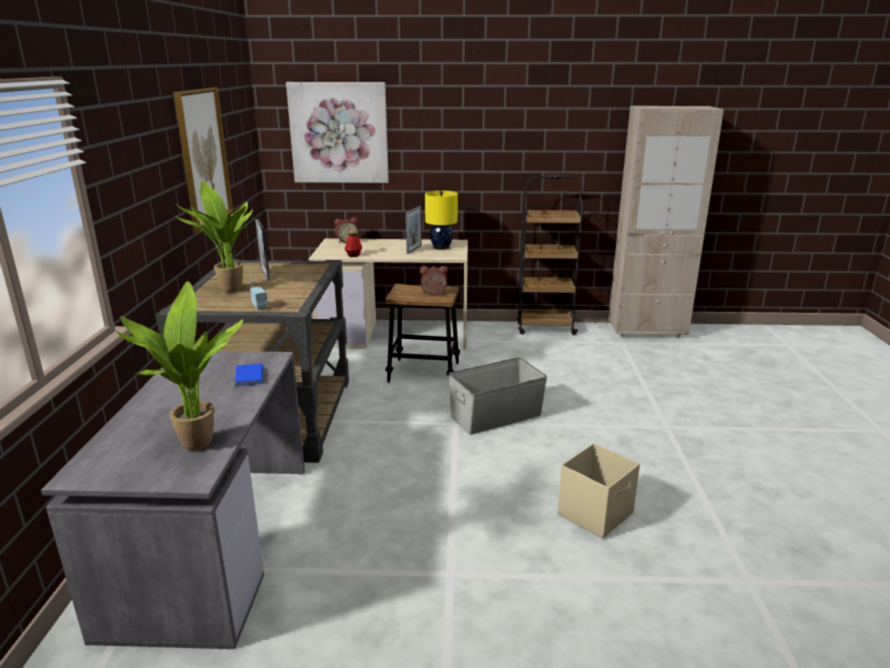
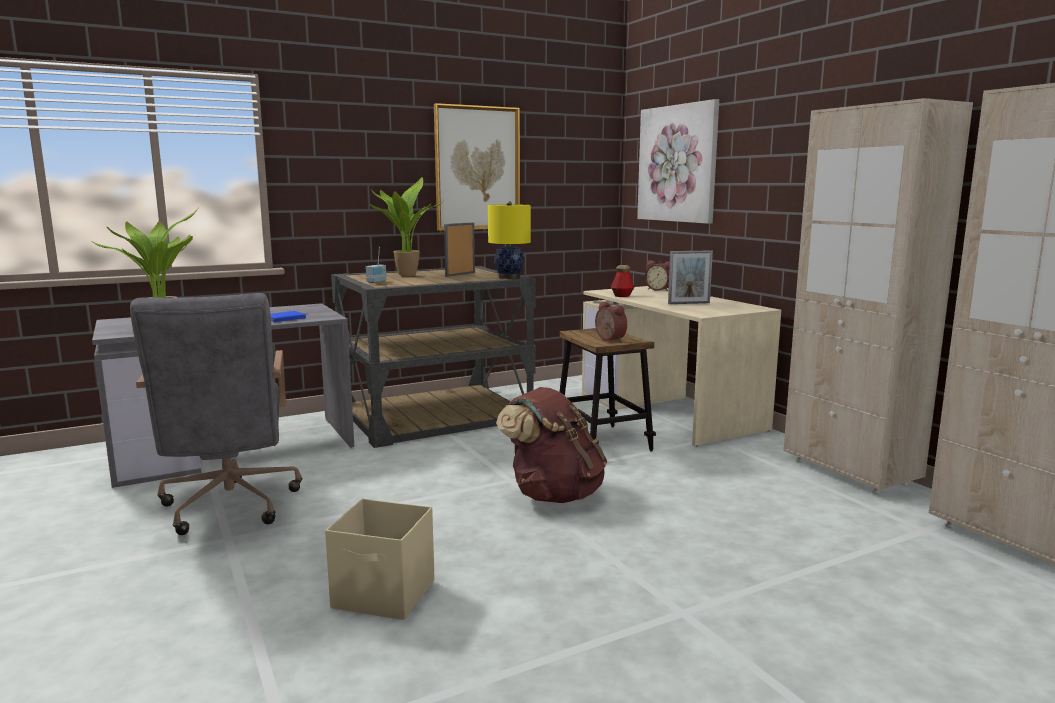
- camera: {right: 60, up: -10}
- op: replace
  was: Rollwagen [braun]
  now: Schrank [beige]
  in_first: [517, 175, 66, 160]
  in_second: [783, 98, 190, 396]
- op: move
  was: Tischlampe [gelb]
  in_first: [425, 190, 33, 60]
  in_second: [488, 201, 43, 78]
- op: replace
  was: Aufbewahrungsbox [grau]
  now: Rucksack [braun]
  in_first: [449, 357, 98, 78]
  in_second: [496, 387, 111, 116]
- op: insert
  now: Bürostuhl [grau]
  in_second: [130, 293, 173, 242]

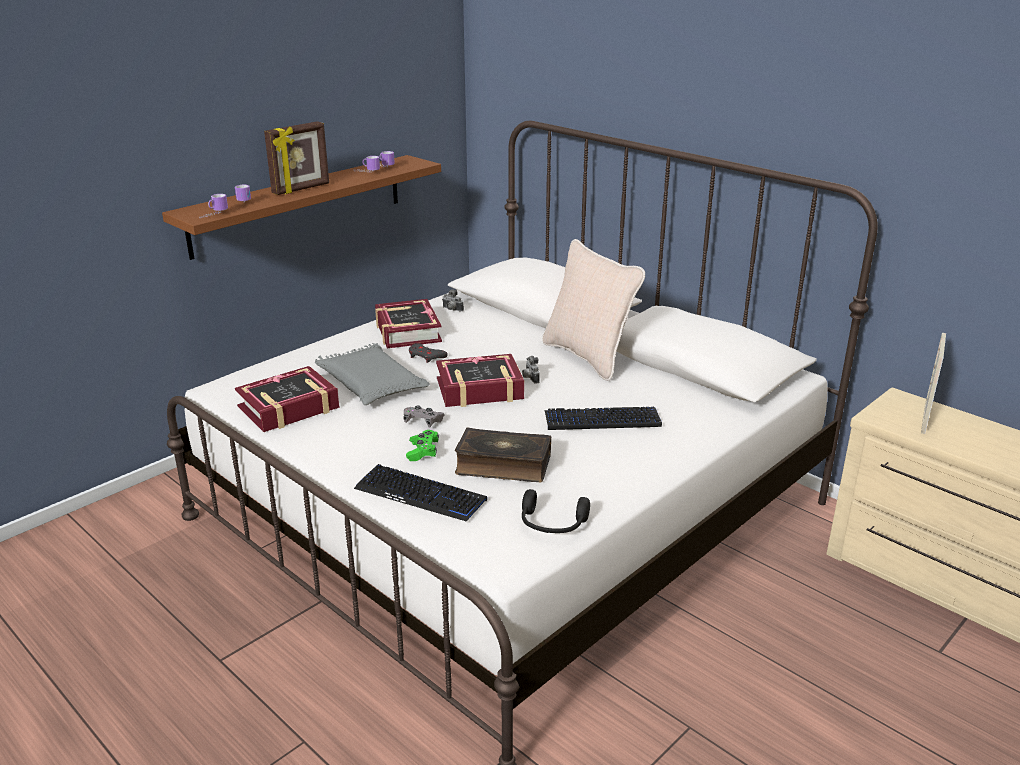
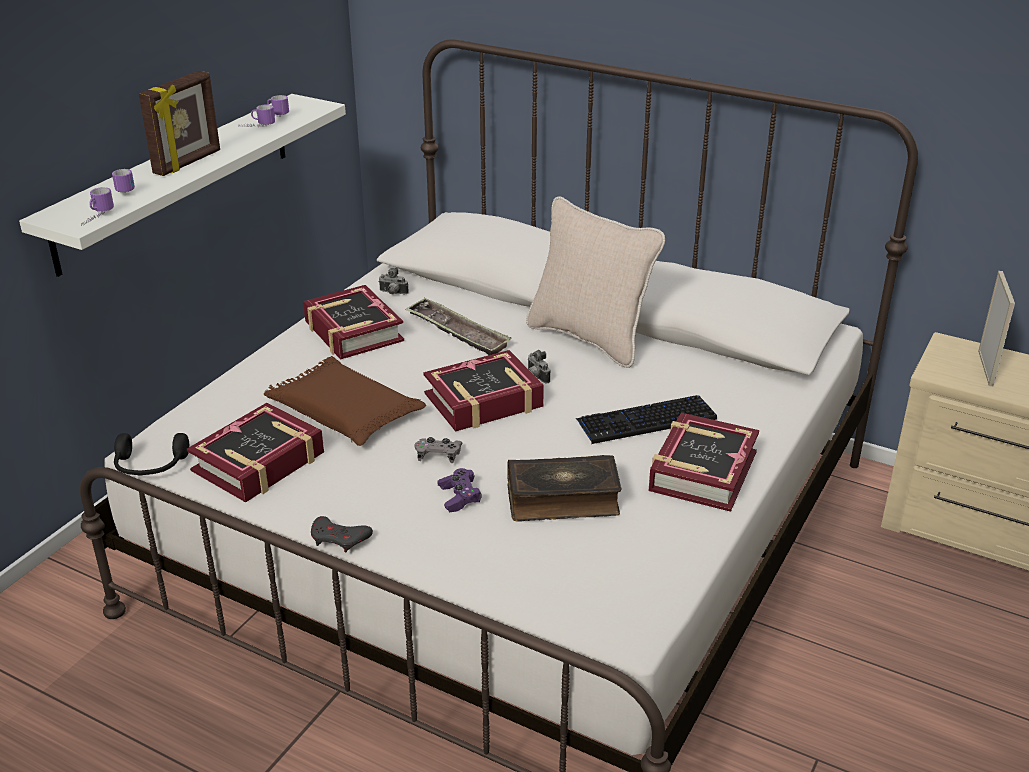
- camera: {right: -15, up: 5}
- op: recolor
  was: Wandregal [braun]
  now: Wandregal [weiß]
  in_first: [162, 155, 279, 105]
  in_second: [19, 94, 327, 183]
- op: recolor
  was: Kissen [grau]
  now: Kissen [braun]
  in_first: [315, 343, 115, 62]
  in_second: [264, 356, 162, 90]
- op: move
  was: Gamepad [grau]
  in_first: [409, 343, 39, 20]
  in_second: [311, 516, 62, 36]
- op: recolor
  was: Gamepad [grün]
  now: Gamepad [lila]
  in_first: [406, 430, 33, 31]
  in_second: [437, 468, 45, 44]
- op: delete
  was: Tastatur
  in_first: [354, 464, 133, 58]
- op: move
  was: Kopfhörer [schwarz]
  in_first: [522, 489, 68, 44]
  in_second: [114, 433, 75, 43]
- op: insert
  now: Tablett
  in_second: [405, 298, 107, 57]
- op: insert
  now: Buch
  in_second: [649, 413, 110, 99]

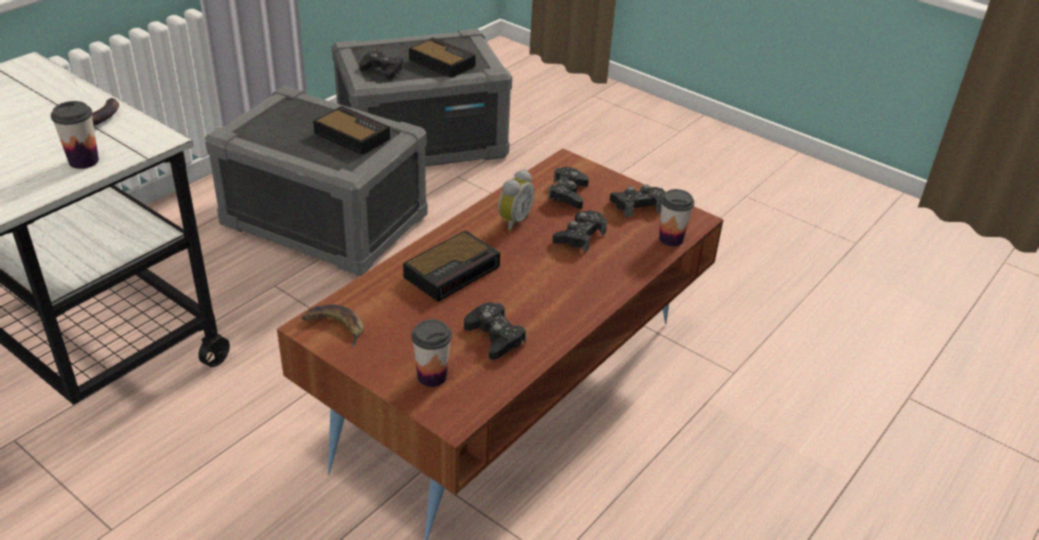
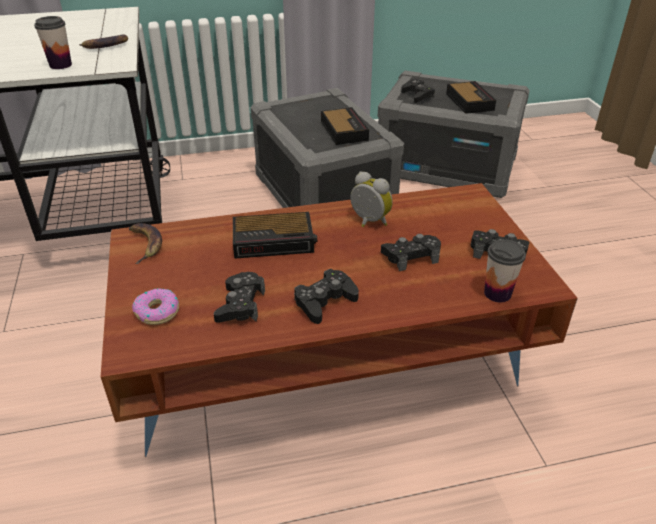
- camera: {right: 40, up: 0}
- op: move
  was: Gamepad [schwarz]
  in_first: [548, 167, 41, 42]
  in_second: [294, 269, 65, 55]
- op: rotate
  was: Wecker
  in_first: [498, 169, 37, 62]
  in_second: [350, 171, 43, 56]
  clockwise: -120
- op: replace
  was: Tasse
  now: Donut
  in_first: [411, 319, 41, 68]
  in_second: [132, 288, 47, 37]

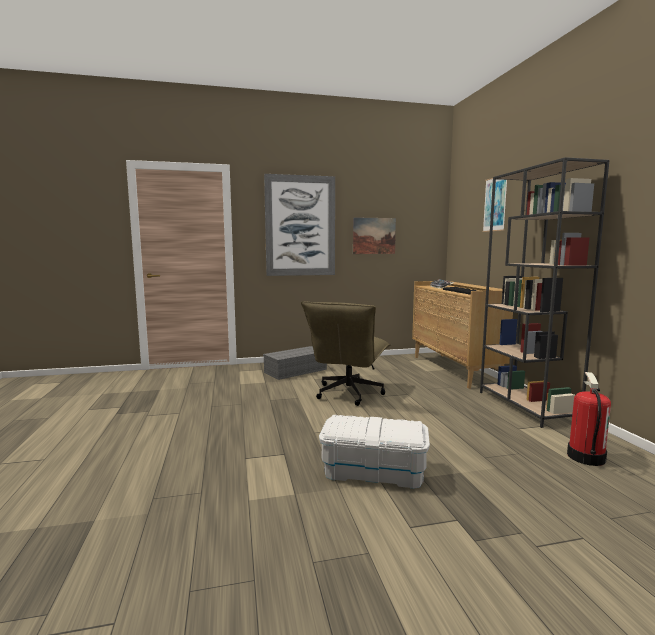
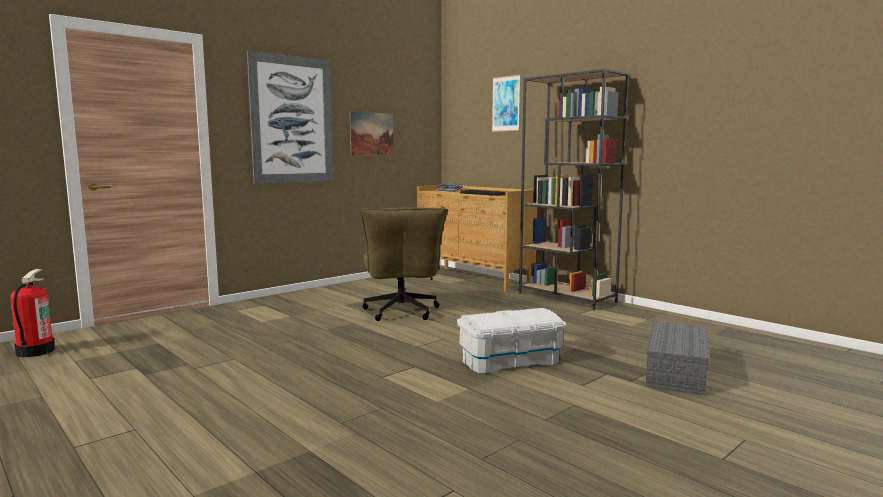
- camera: {right: -30, up: 0}
- op: move
  was: Aufbewahrungsbox [grau]
  in_first: [263, 346, 64, 34]
  in_second: [646, 321, 63, 74]
- op: move
  was: Feuerlöscher
  in_first: [567, 372, 44, 94]
  in_second: [10, 269, 45, 88]

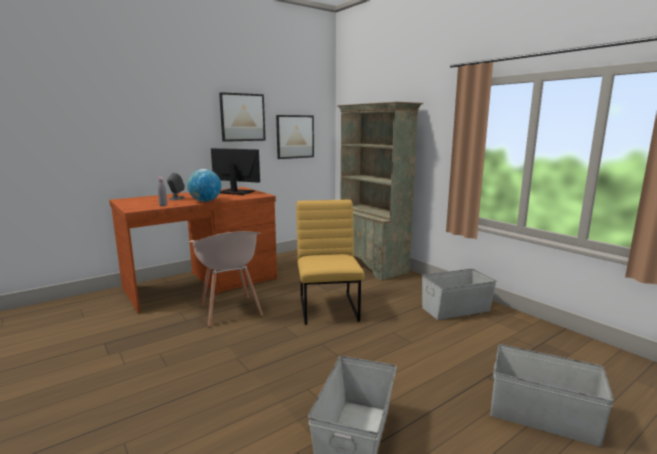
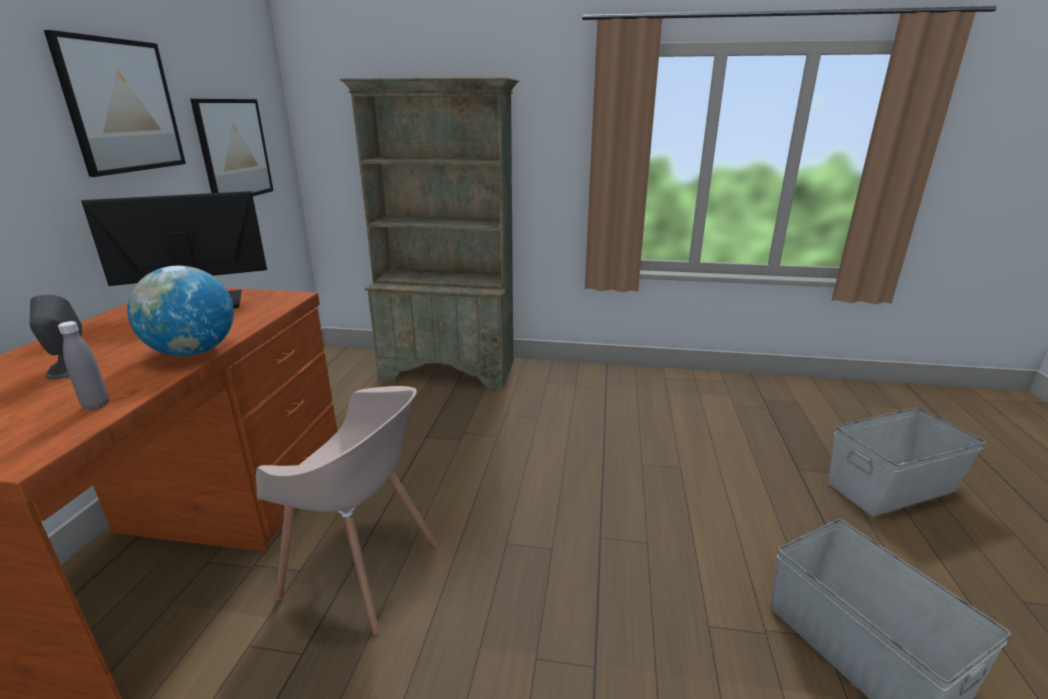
- camera: {right: -45, up: 10}
- op: delete
  was: Stuhl [gelb]
  in_first: [296, 200, 68, 125]
- op: delete
  was: Aufbewahrungsbox [grau]
  in_first: [422, 269, 74, 51]

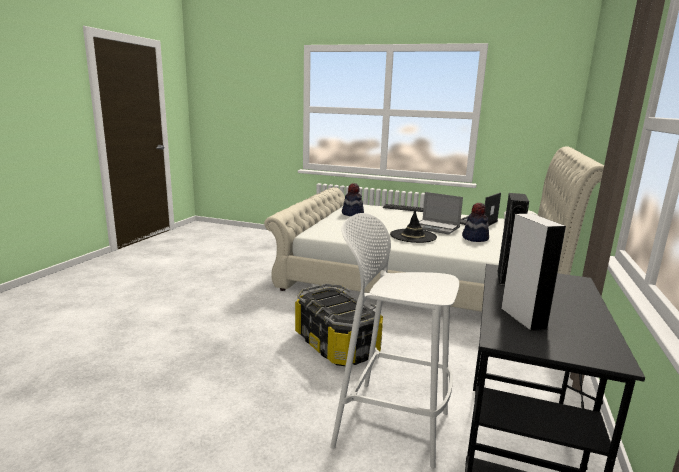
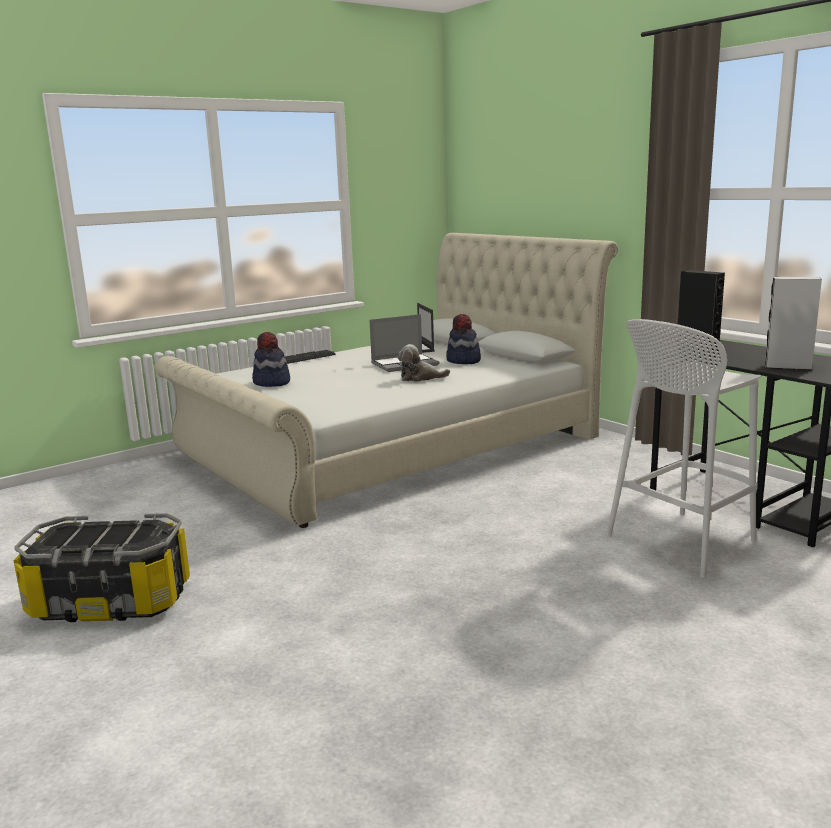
- camera: {right: -55, up: 0}
- op: replace
  was: Hut [schwarz]
  now: Plüschtier
  in_first: [390, 210, 47, 33]
  in_second: [397, 344, 53, 38]
- op: move
  was: Aufbewahrungsbox
  in_first: [295, 284, 88, 82]
  in_second: [13, 513, 177, 109]

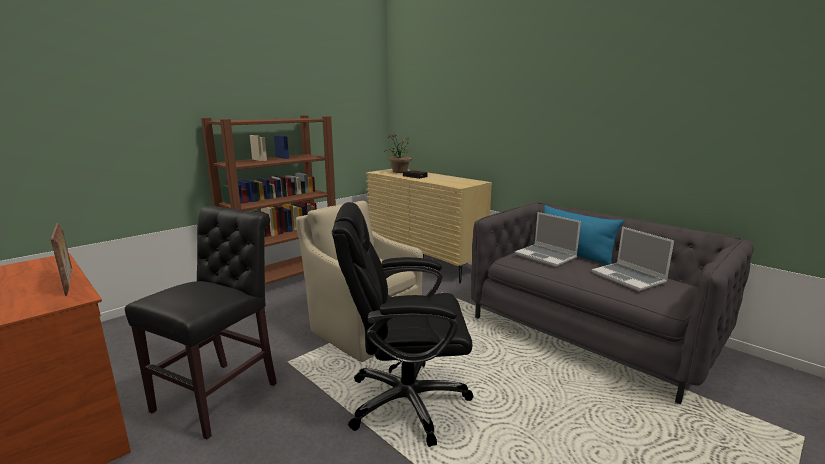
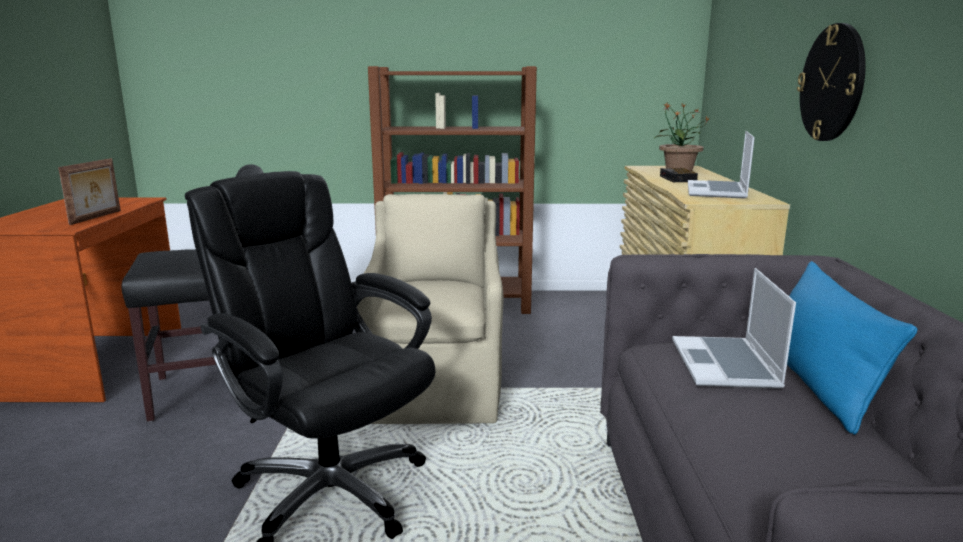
- camera: {right: 45, up: 0}
- op: move
  was: Laptop
  in_first: [592, 227, 82, 64]
  in_second: [688, 131, 67, 68]
- op: insert
  now: Wanduhr
  in_second: [797, 23, 69, 118]

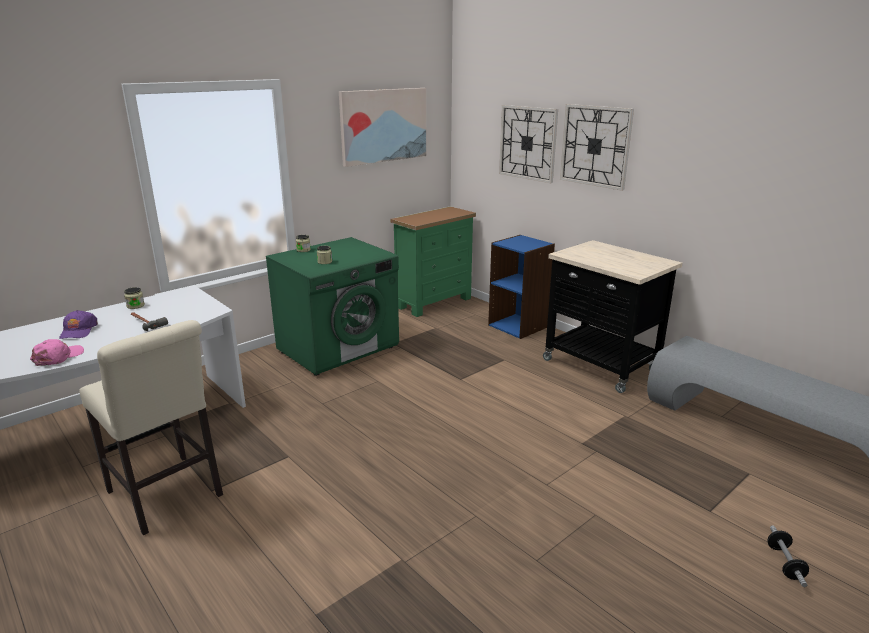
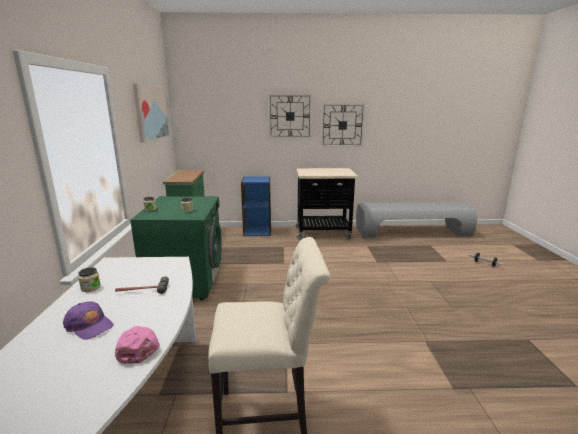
- camera: {right: -50, up: -5}
- op: move
  was: Wanduhr
  in_first: [499, 105, 59, 78]
  in_second: [321, 103, 44, 44]

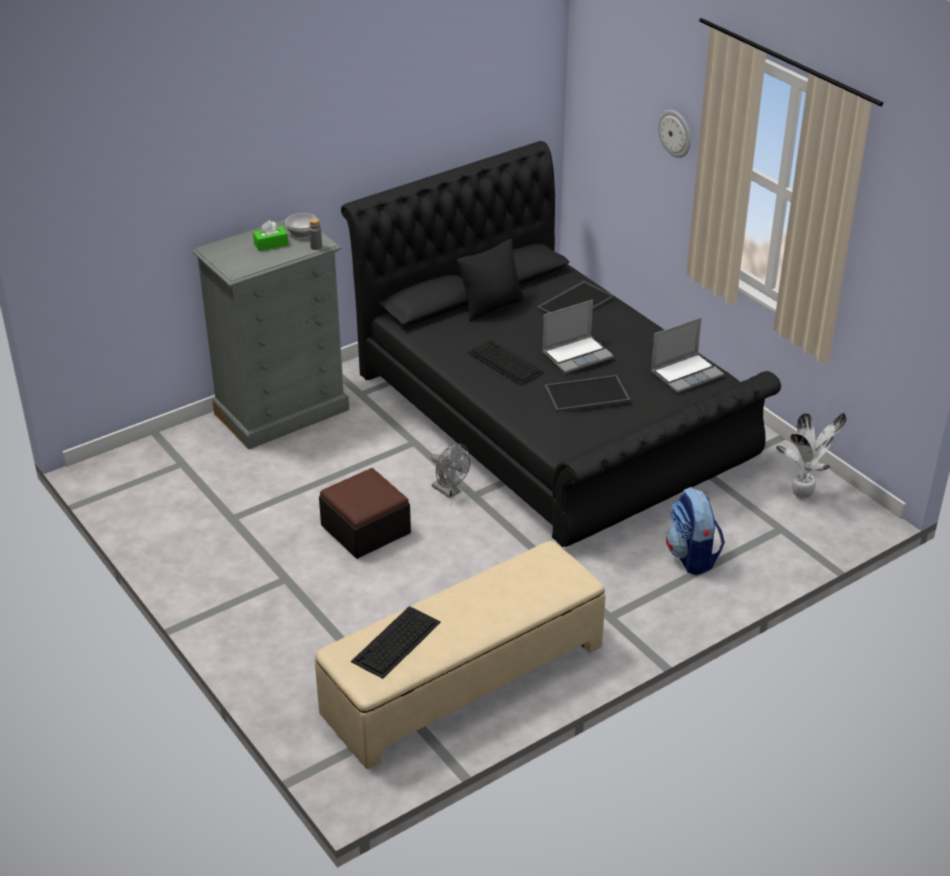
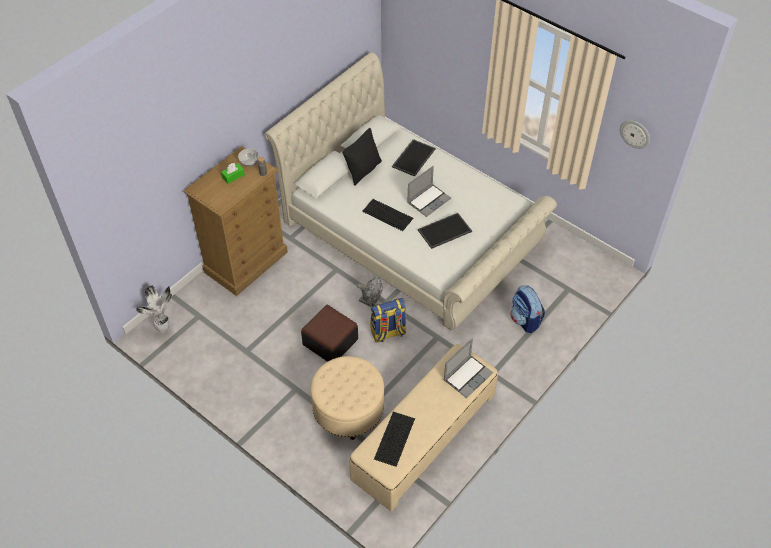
- camera: {right: -15, up: 15}
- op: move
  was: Wanduhr
  in_first: [658, 110, 33, 48]
  in_second: [620, 120, 30, 29]
- op: recolor
  was: Bett [schwarz]
  now: Bett [beige]
  in_first: [341, 141, 440, 406]
  in_second: [265, 52, 292, 279]
- op: recolor
  was: Kommode [grau]
  now: Kommode [braun]
  in_first: [192, 219, 157, 230]
  in_second: [184, 147, 104, 149]
- op: move
  was: Laptop
  in_first: [651, 317, 73, 76]
  in_second: [444, 338, 49, 60]
- op: move
  was: Topfpflanze
  in_first: [776, 413, 70, 87]
  in_second: [136, 285, 36, 48]
- op: insert
  now: Rucksack
  in_second: [370, 298, 36, 45]
- op: insert
  now: Polsterhocker [beige]
  in_second: [310, 356, 74, 84]

